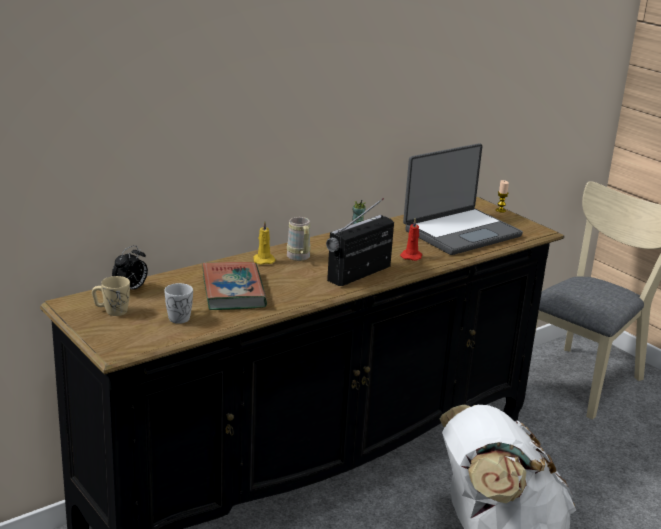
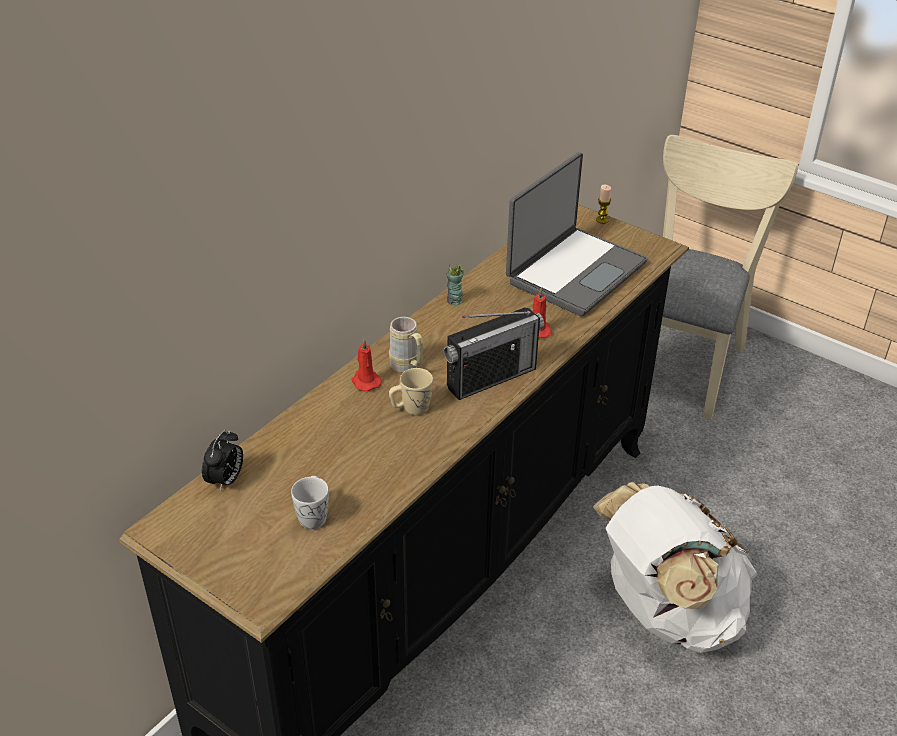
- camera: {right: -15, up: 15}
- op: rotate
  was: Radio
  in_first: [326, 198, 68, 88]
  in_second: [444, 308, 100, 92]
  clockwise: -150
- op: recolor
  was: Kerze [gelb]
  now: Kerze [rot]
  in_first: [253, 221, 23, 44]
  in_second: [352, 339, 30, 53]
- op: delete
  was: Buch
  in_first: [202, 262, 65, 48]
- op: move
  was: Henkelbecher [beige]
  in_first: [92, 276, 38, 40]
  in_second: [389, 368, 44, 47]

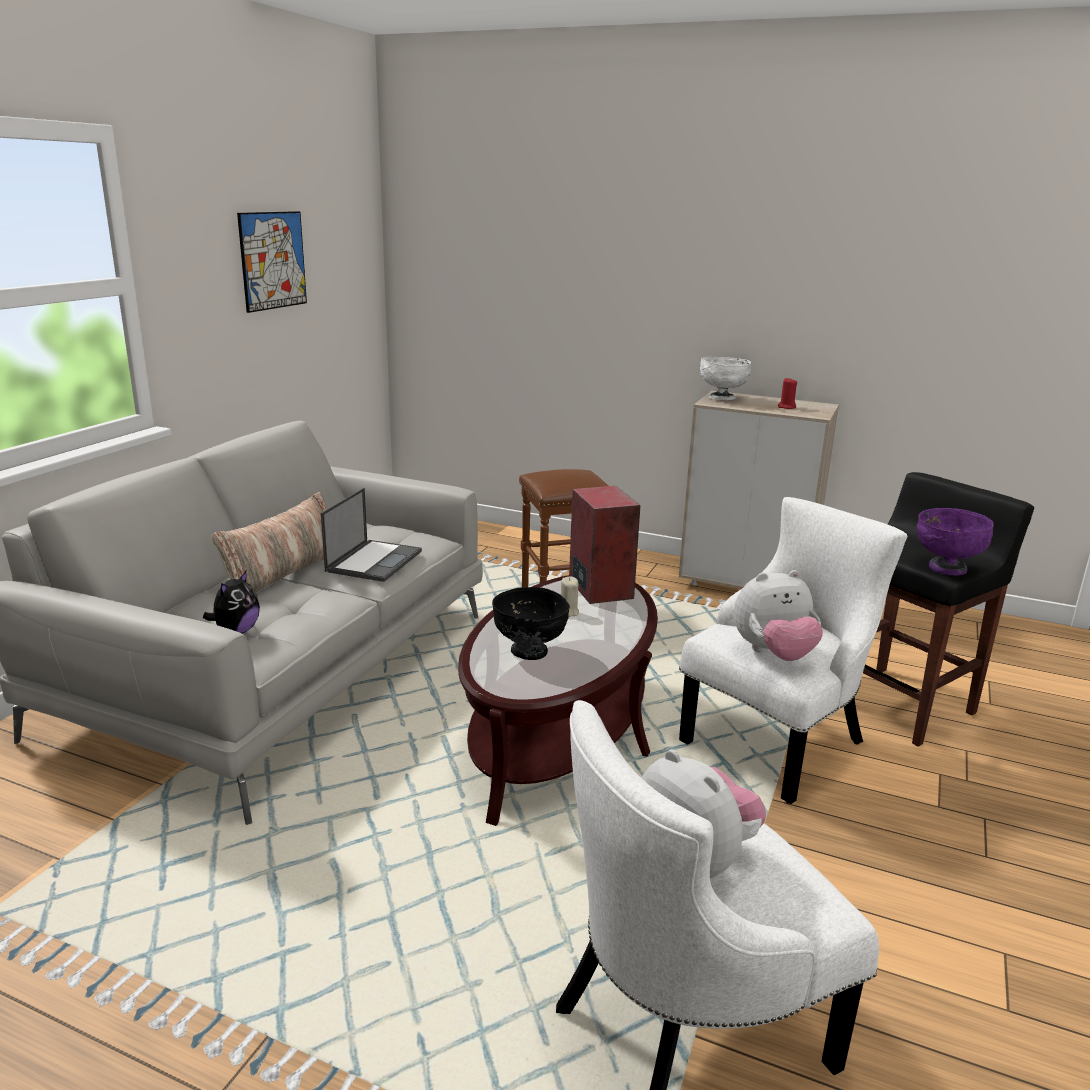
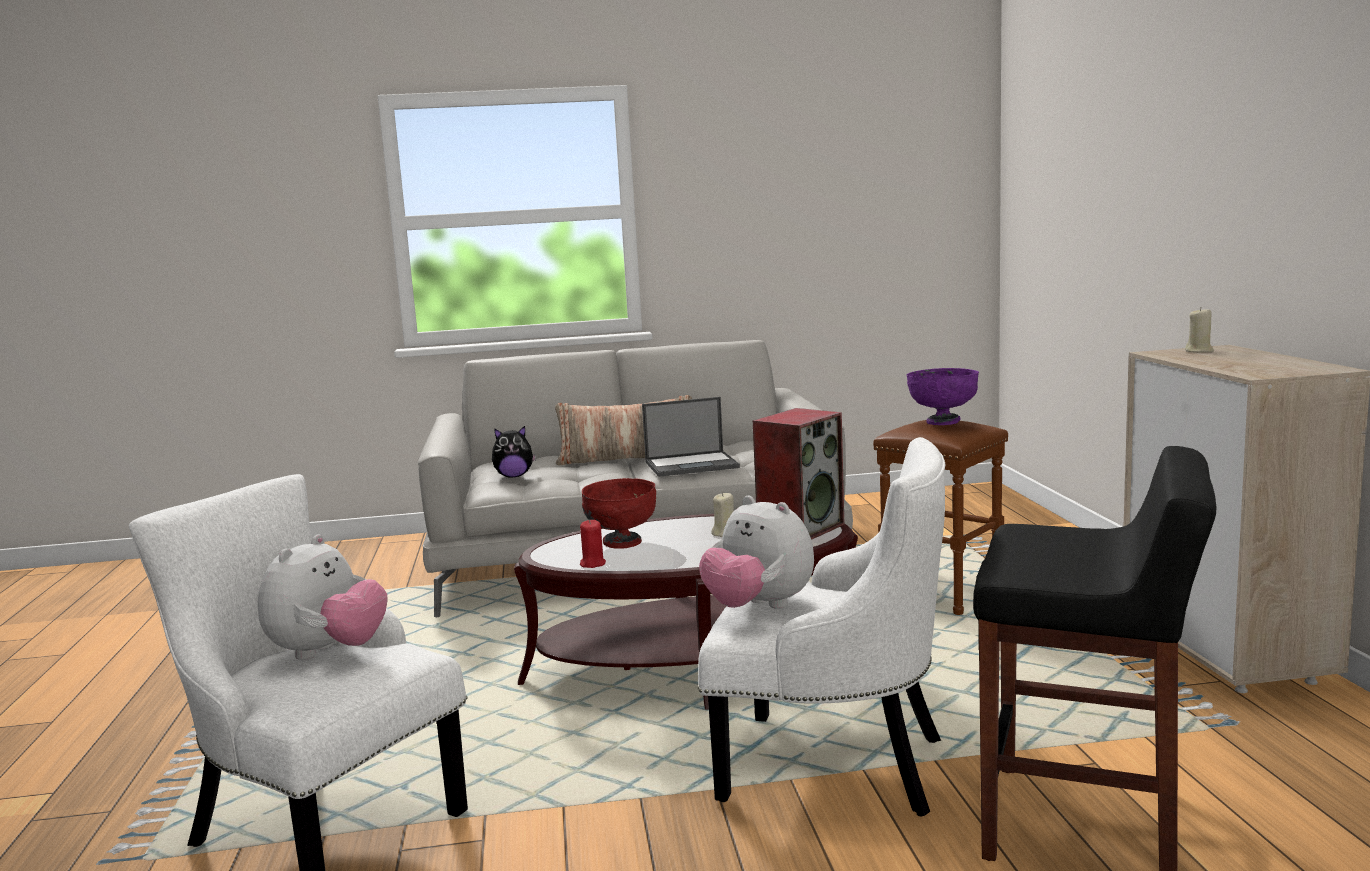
- camera: {right: 60, up: -10}
- op: delete
  was: Bild
  in_first: [237, 211, 70, 102]
- op: replace
  was: Schüssel [weiß]
  now: Kerze [beige]
  in_first: [700, 357, 51, 43]
  in_second: [1185, 307, 29, 45]
- op: move
  was: Kerze [rot]
  in_first: [778, 377, 19, 32]
  in_second: [580, 520, 26, 48]
- op: move
  was: Schüssel [lila]
  in_first: [917, 508, 77, 67]
  in_second: [907, 368, 72, 57]
- op: recolor
  was: Schüssel [schwarz]
  now: Schüssel [rot]
  in_first: [492, 587, 78, 73]
  in_second: [582, 478, 74, 71]

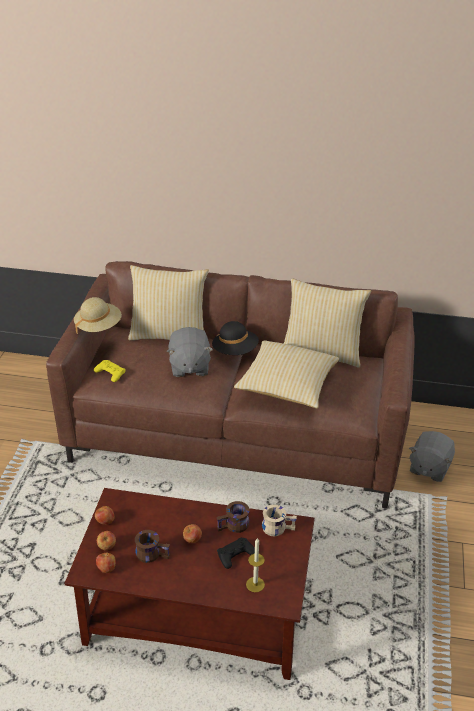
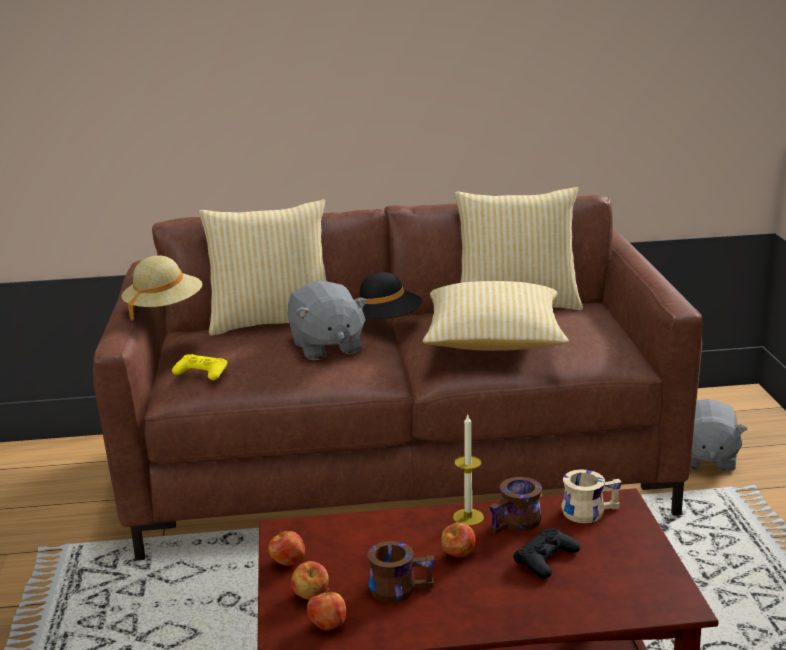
- camera: {right: -15, up: -15}
- op: move
  was: Kerze
  in_first: [246, 538, 19, 54]
  in_second: [453, 415, 31, 111]

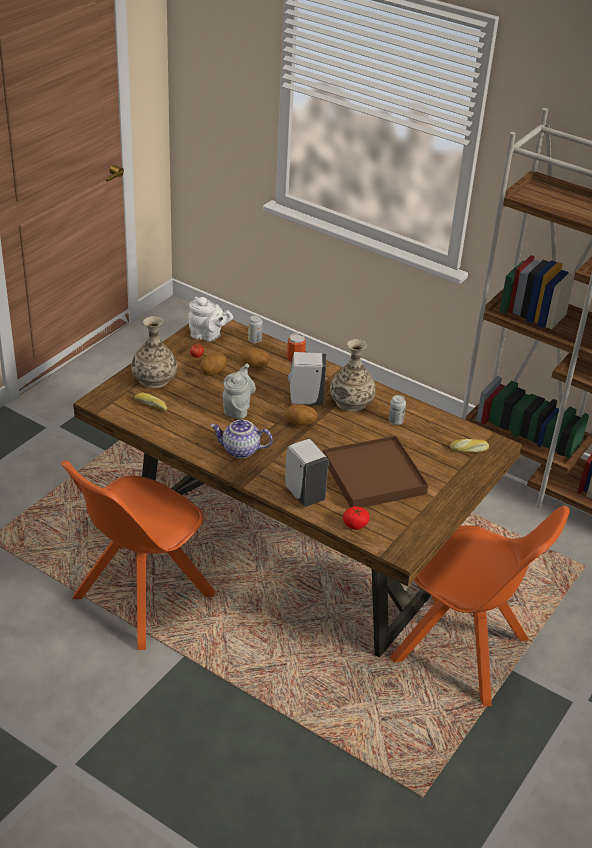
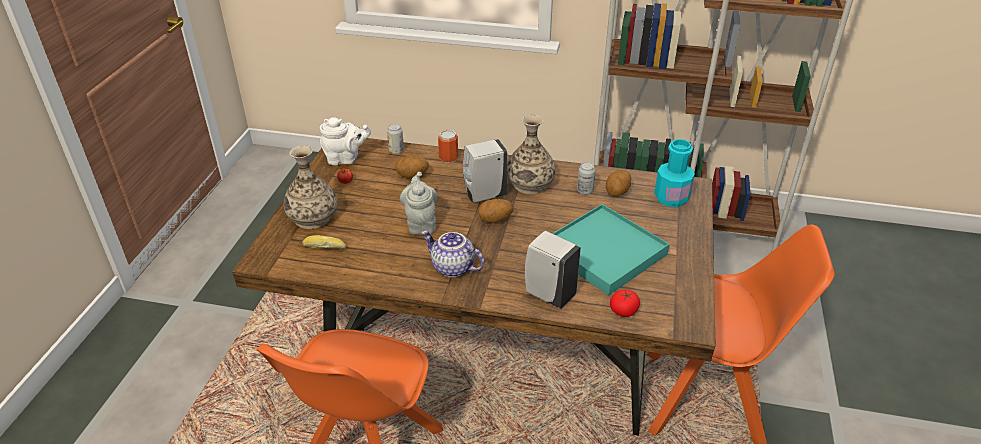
- camera: {right: -20, up: 0}
- op: move
  was: Kartoffel
  in_first: [200, 353, 27, 23]
  in_second: [606, 169, 25, 28]
- op: rotate
  was: Teekanne
  in_first: [210, 420, 63, 38]
  in_second: [421, 230, 64, 47]
  clockwise: 45
- op: recolor
  was: Tablett [braun]
  now: Tablett [türkis]
  in_first: [323, 436, 105, 72]
  in_second: [552, 204, 118, 91]
- op: replace
  was: Brot
  now: Flasche [türkis]
  in_first: [450, 439, 39, 14]
  in_second: [654, 139, 41, 68]

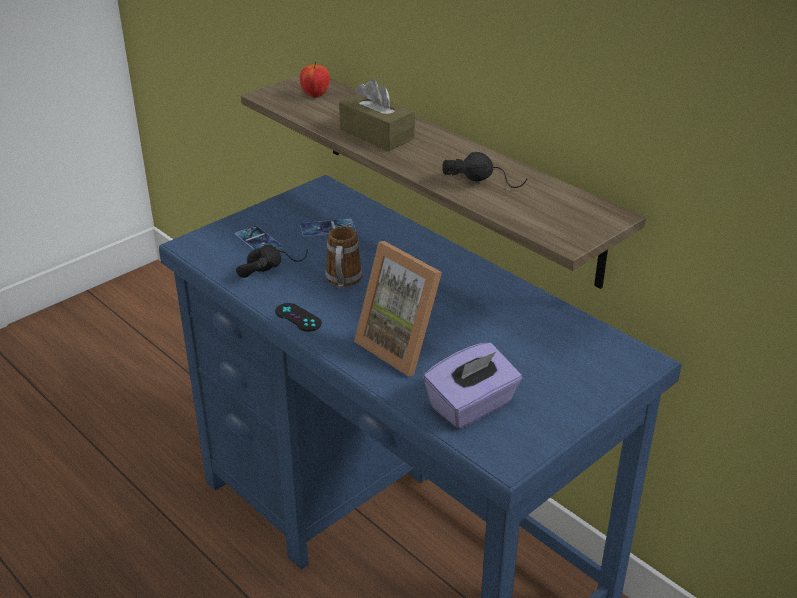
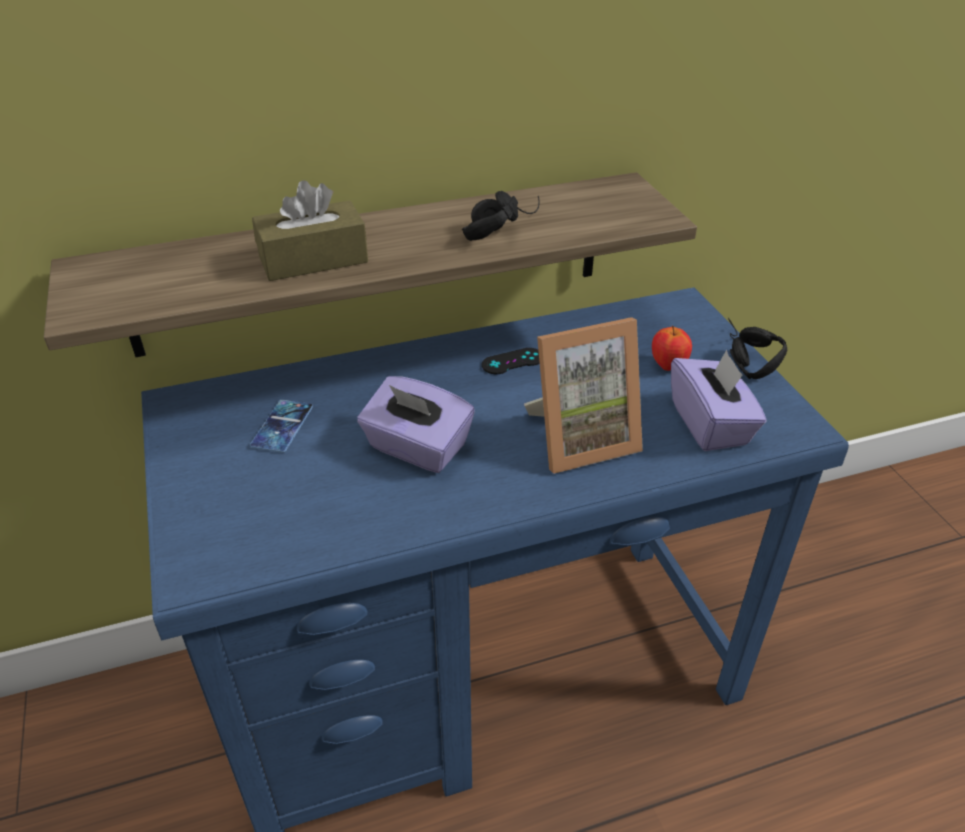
- camera: {right: -65, up: 5}
- op: move
  was: Apfel
  in_first: [300, 61, 30, 37]
  in_second: [652, 326, 40, 45]
- op: delete
  was: Handy
  in_first: [234, 225, 49, 25]
- op: replace
  was: Henkelbecher
  now: Taschentuchbox [lila]
  in_first: [326, 226, 36, 63]
  in_second: [357, 376, 118, 97]
- op: move
  was: Kopfhörer [schwarz]
  in_first: [236, 245, 72, 33]
  in_second: [728, 318, 59, 61]
- op: move
  was: Gamepad [schwarz]
  in_first: [275, 303, 47, 29]
  in_second: [482, 348, 58, 26]

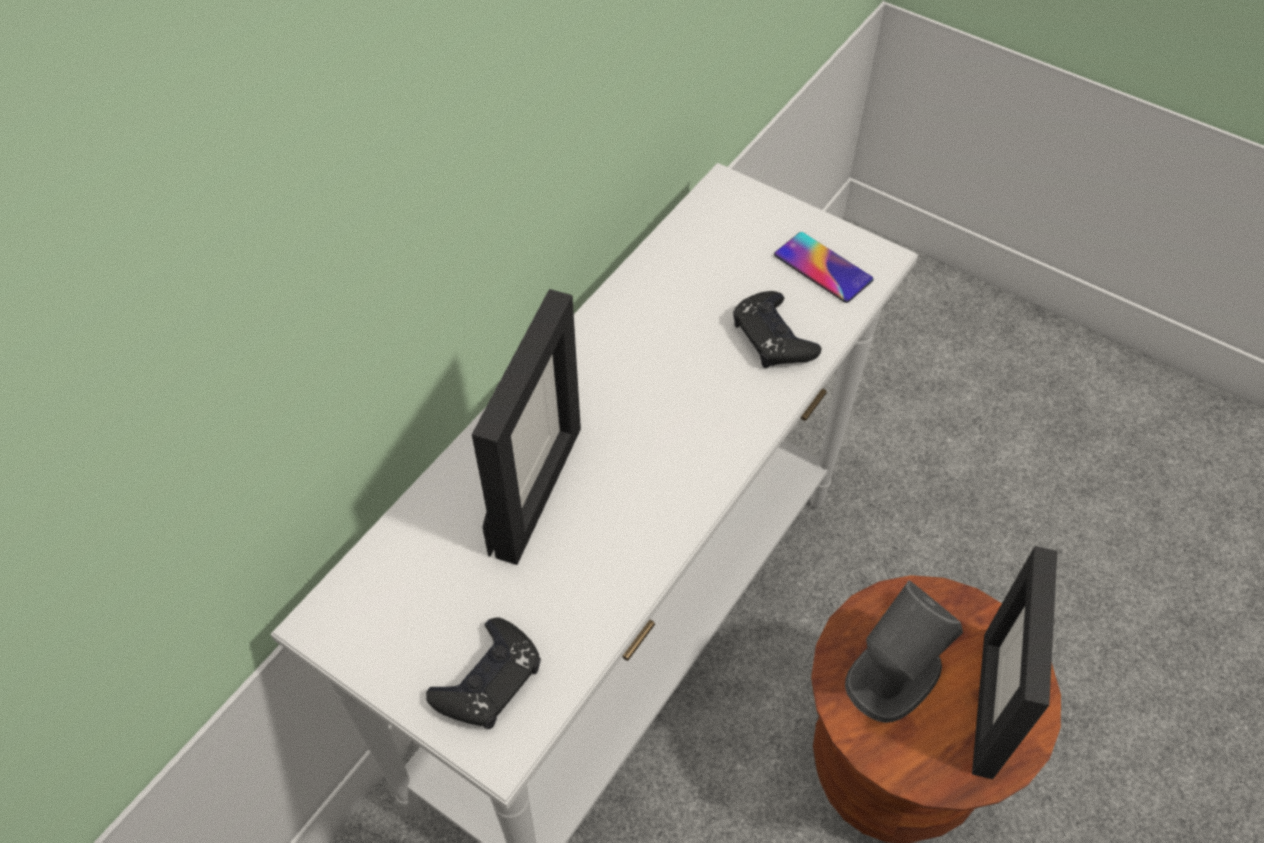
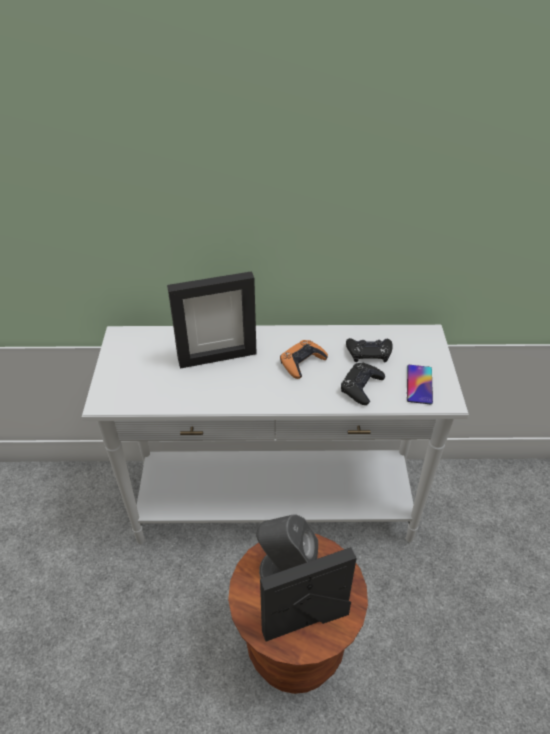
- camera: {right: 55, up: -10}
- op: move
  was: Gamepad [schwarz]
  in_first: [426, 617, 115, 112]
  in_second: [346, 338, 47, 24]
- op: insert
  now: Gamepad [orange]
  in_second: [280, 340, 48, 39]

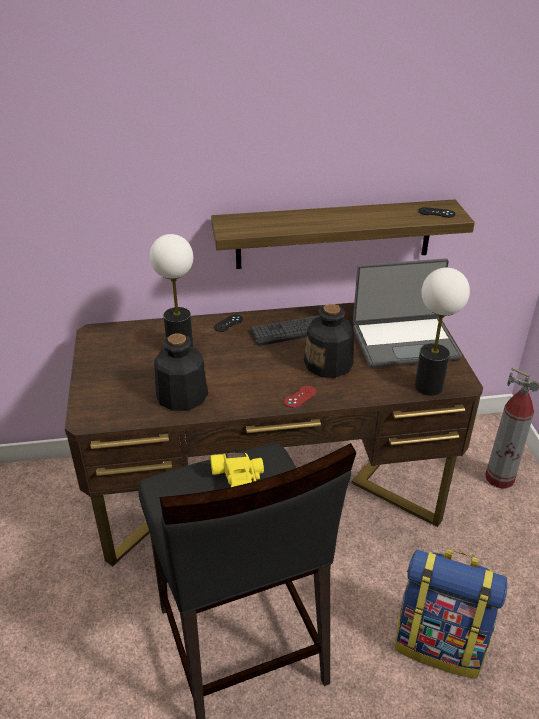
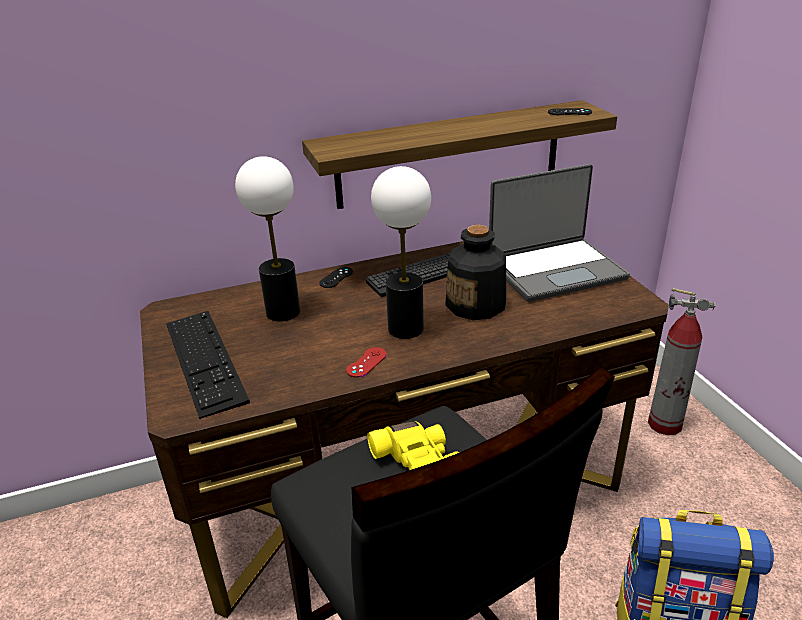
- camera: {right: -10, up: -5}
- op: move
  was: Tischlampe
  in_first: [415, 268, 55, 128]
  in_second: [371, 166, 60, 173]
- op: delete
  was: Flasche
  in_first: [154, 333, 54, 78]
- op: move
  was: Gamepad [rot]
  in_first: [284, 386, 32, 22]
  in_second: [346, 347, 41, 31]
- op: insert
  now: Tastatur
  in_second: [166, 311, 84, 108]

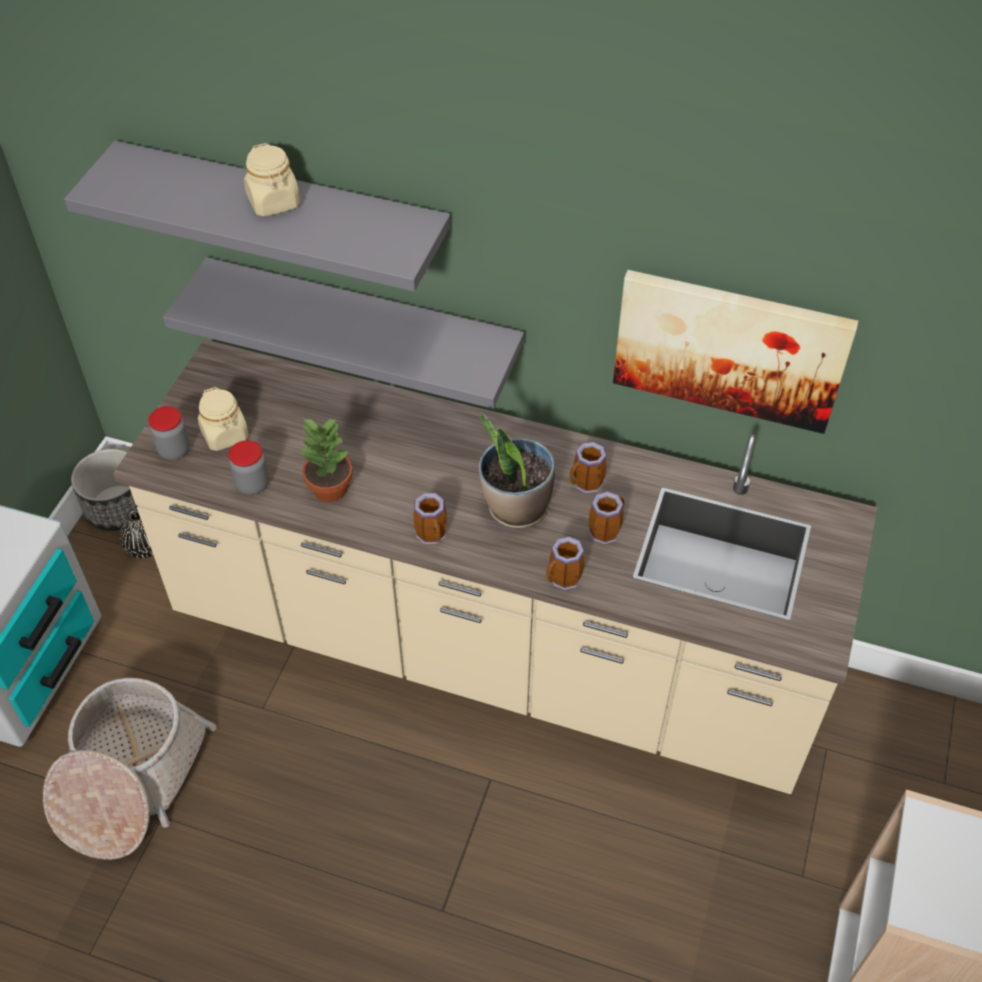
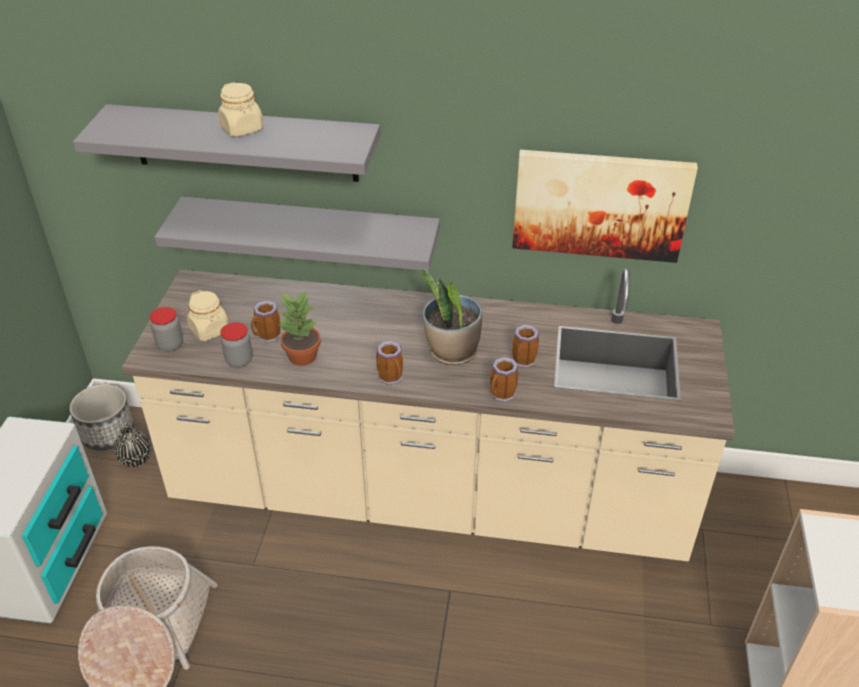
- camera: {right: -10, up: -10}
- op: move
  was: Henkelbecher
  in_first: [570, 442, 37, 52]
  in_second: [251, 300, 30, 43]

